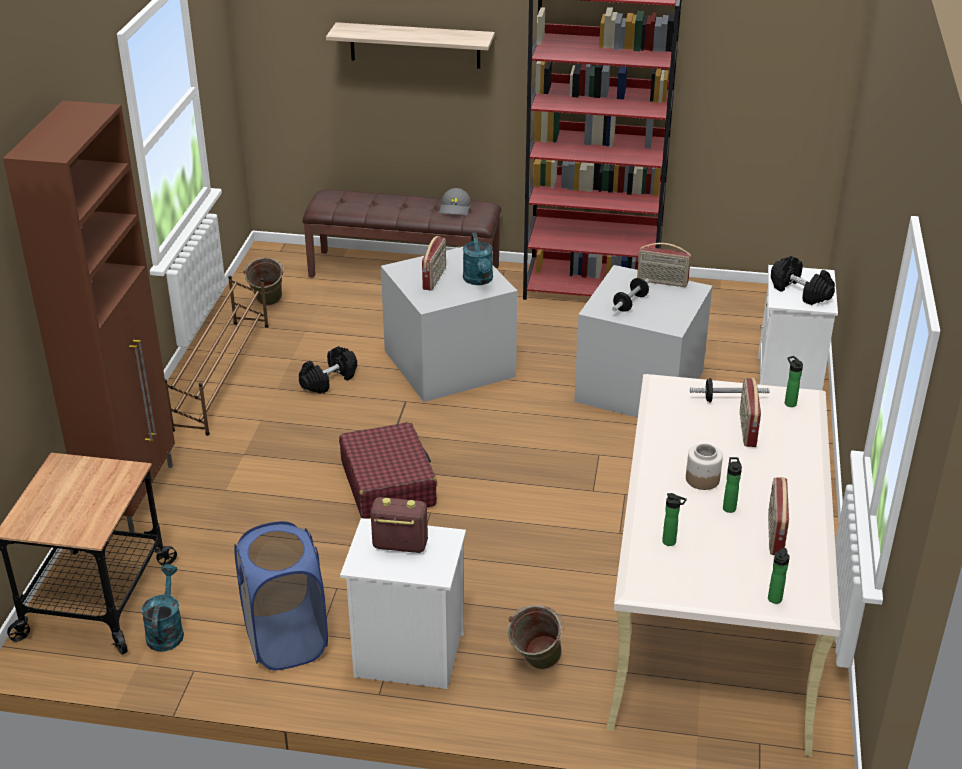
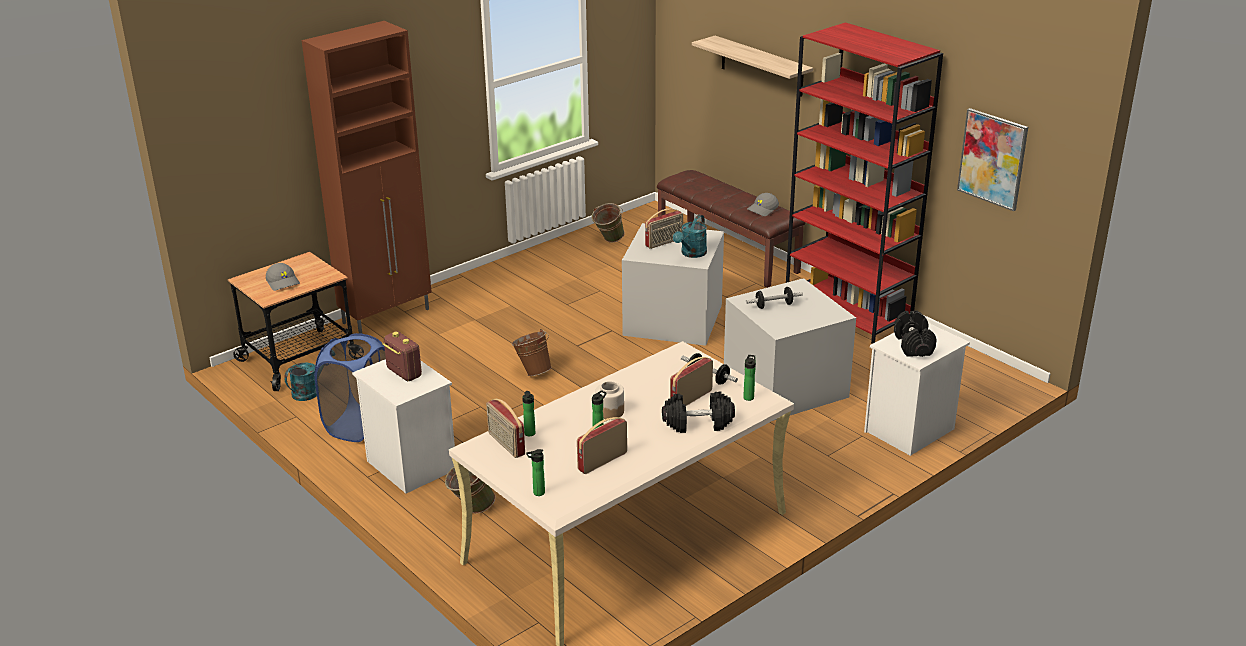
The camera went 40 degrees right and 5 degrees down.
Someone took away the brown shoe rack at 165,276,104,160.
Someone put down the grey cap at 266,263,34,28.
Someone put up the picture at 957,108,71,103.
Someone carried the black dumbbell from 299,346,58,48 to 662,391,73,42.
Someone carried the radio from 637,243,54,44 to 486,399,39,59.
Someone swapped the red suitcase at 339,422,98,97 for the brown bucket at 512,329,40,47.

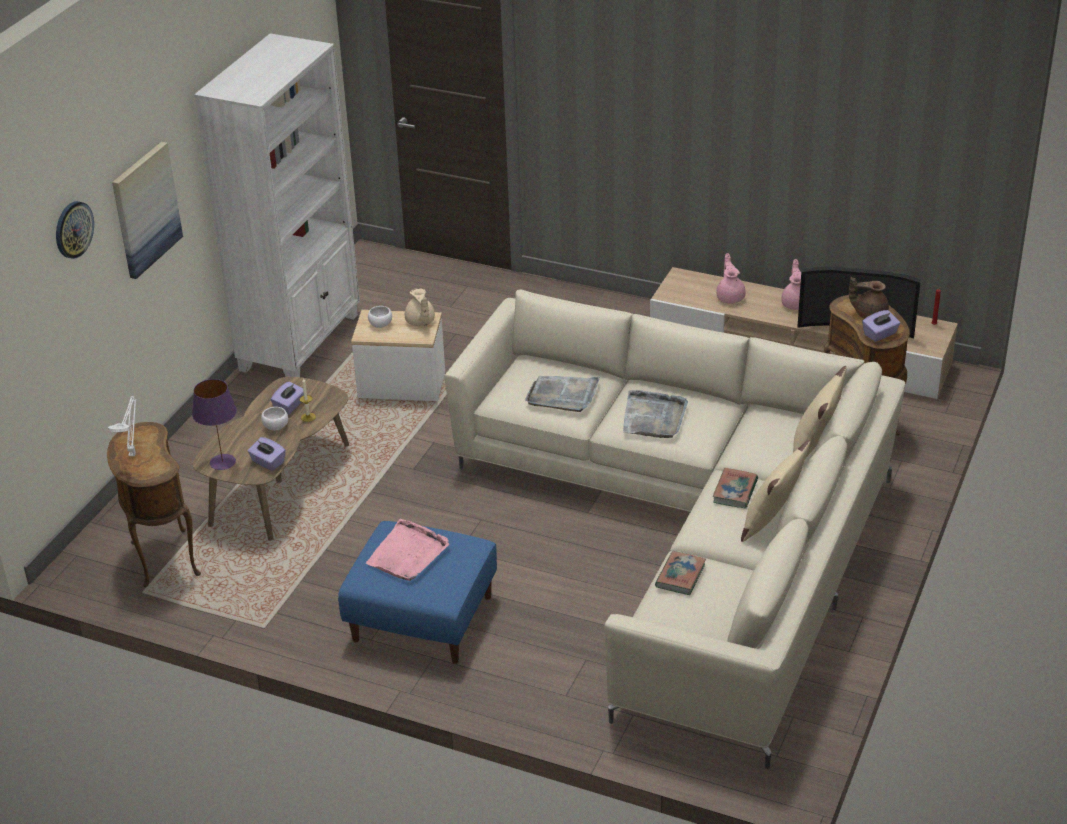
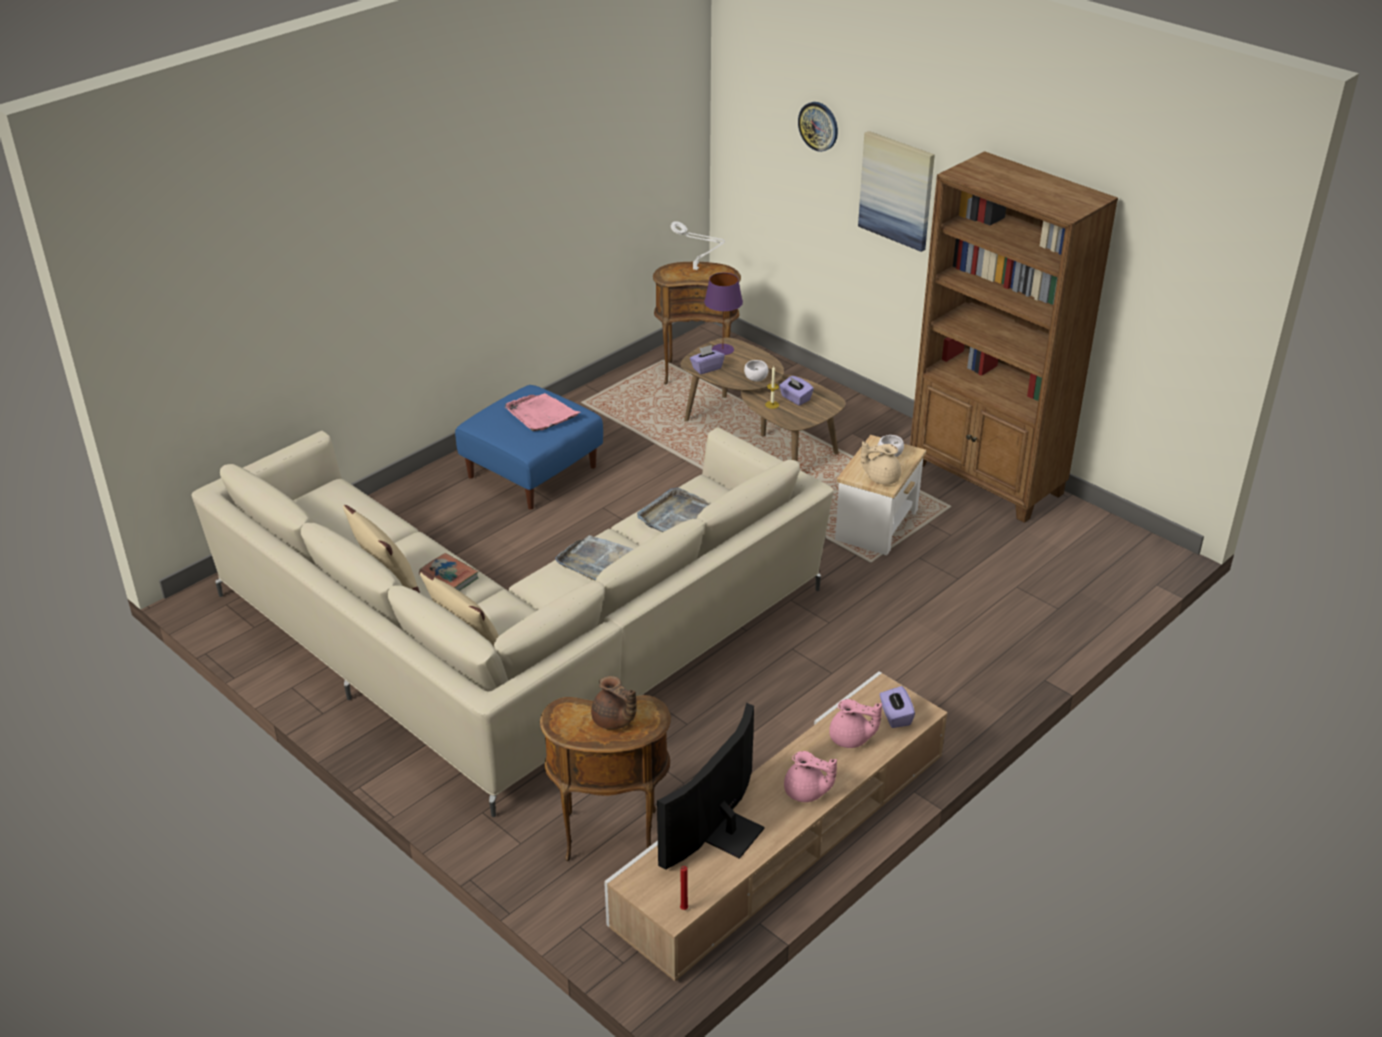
The camera went 110 degrees right and 0 degrees up.
Someone took away the book at 655,551,51,44.
Someone carried the purple tissue box from 862,310,38,32 to 879,686,36,42.
Someone repainted the white bookcase at 194,33,166,344, which became the brown bookcase at 910,151,208,372.
Someone rotated the brown teapot at 849,277,40,42 by 105 degrees clockwise.

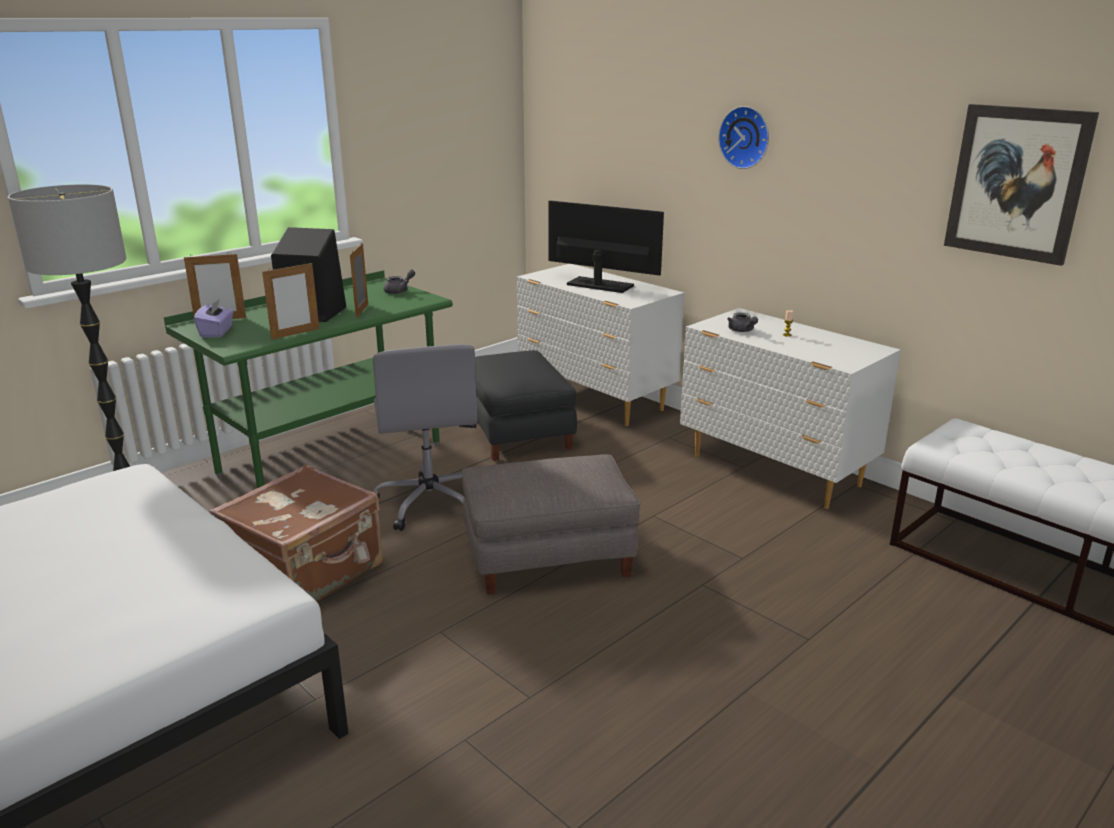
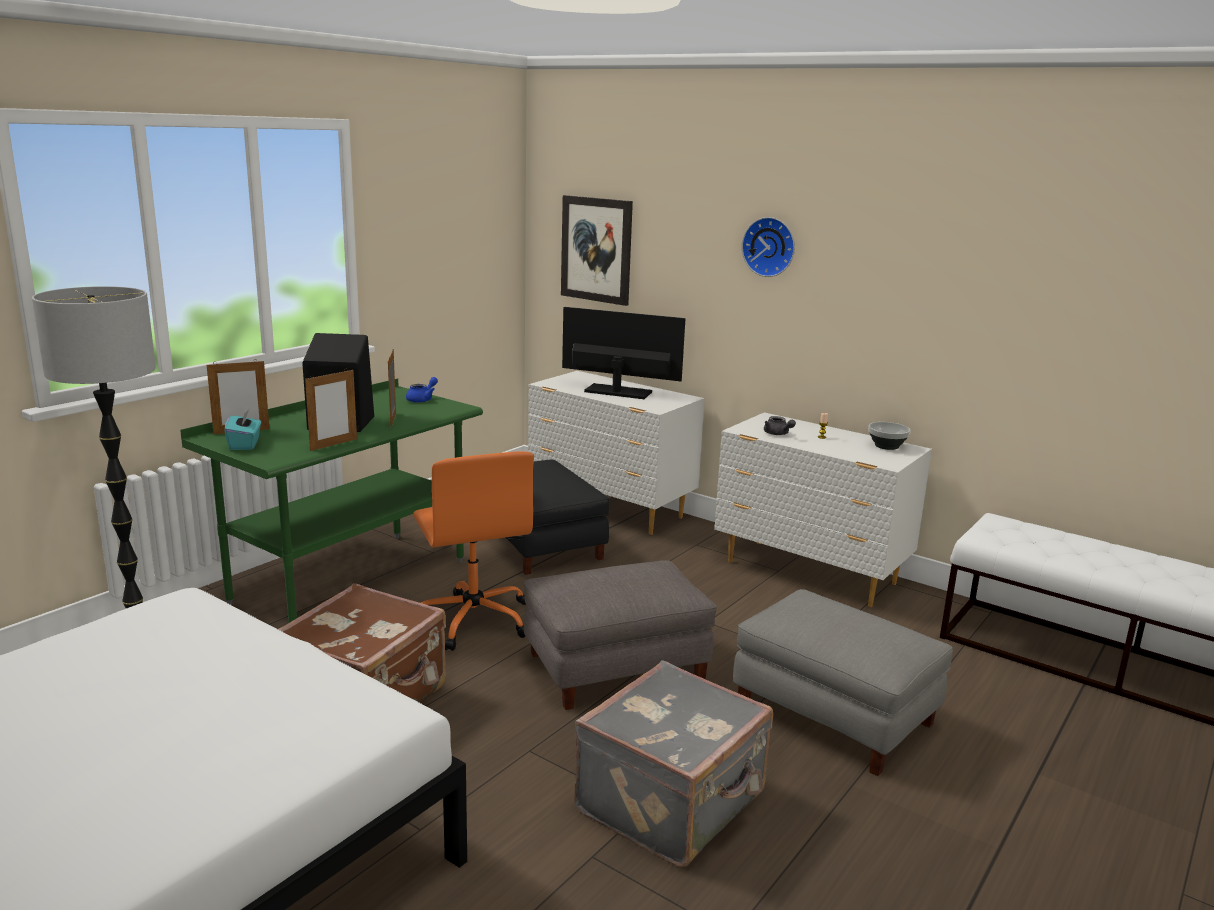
The camera went 10 degrees left and 5 degrees down.
Someone put down the grey suitcase at 574,660,199,207.
Someone put down the grey ottoman at 733,589,220,187.
Someone put down the bowl at 868,422,43,28.
Someone carried the picture from 944,104,155,162 to 561,195,72,111.
Someone repainted the purple tissue box at 194,299,40,38, which became the turquoise tissue box at 224,409,37,41.
Someone repainted the grey office chair at 373,344,104,187, which became the orange office chair at 413,451,121,200.
Someone repainted the grey teapot at 384,269,31,25, which became the blue teapot at 406,377,32,26.

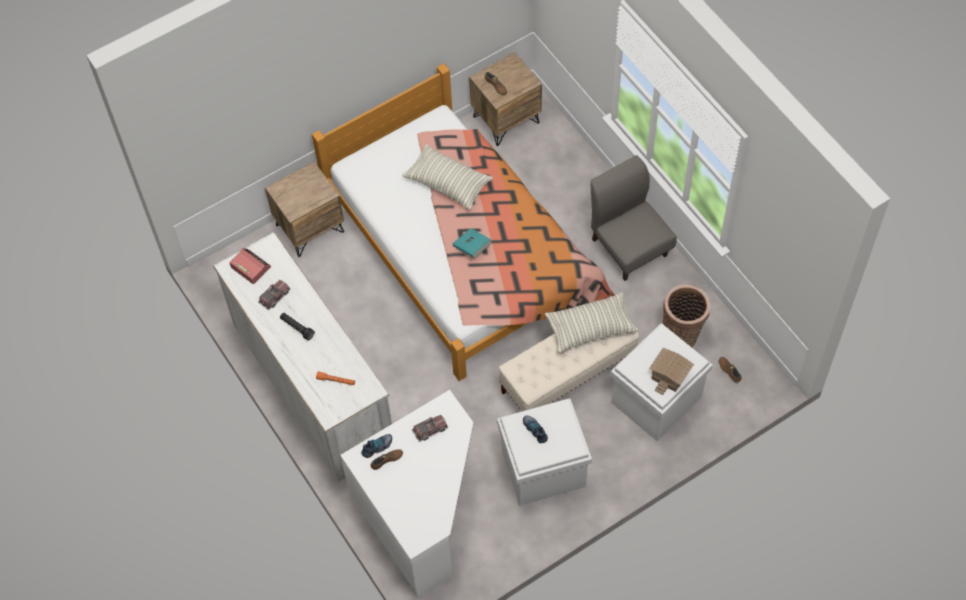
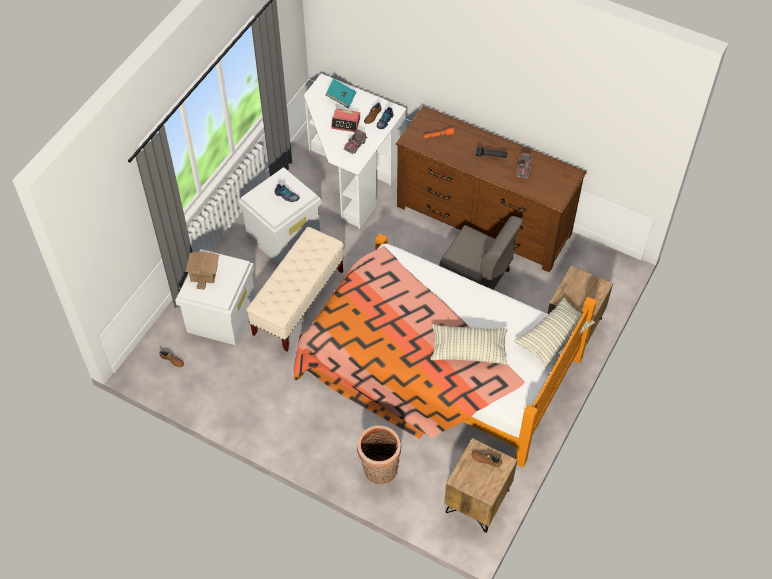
The camera went 150 degrees right and 5 degrees down.
Someone carried the alarm clock from 230,248,41,36 to 331,108,29,24.
Someone carried the turquoise book from 453,228,39,30 to 325,79,32,29.
Someone carried the pillow from 545,292,93,61 to 515,298,80,69.
Someone carried the grey chair from 591,155,86,126 to 439,216,84,74.
Someone carried the basket from 663,285,47,62 to 357,425,44,60.
Someone repainted the white dresser at 213,232,179,250, which became the brown dresser at 396,106,191,167.

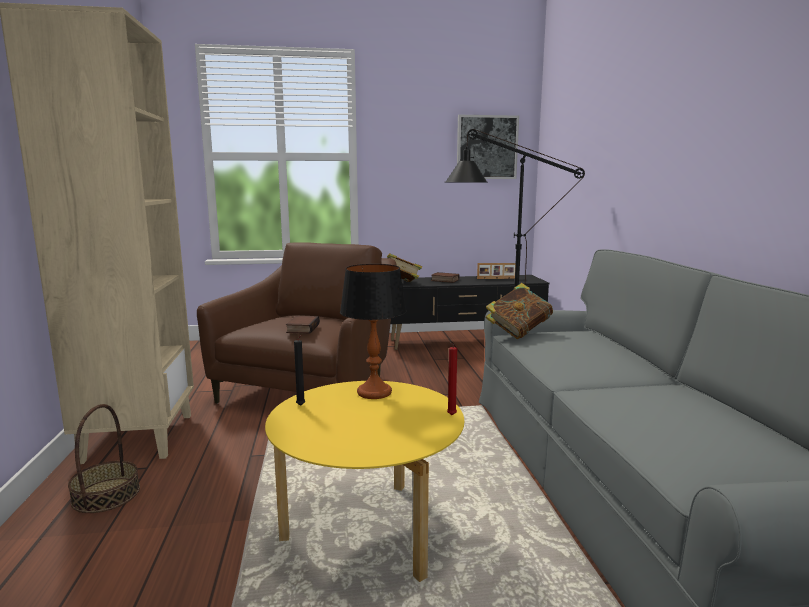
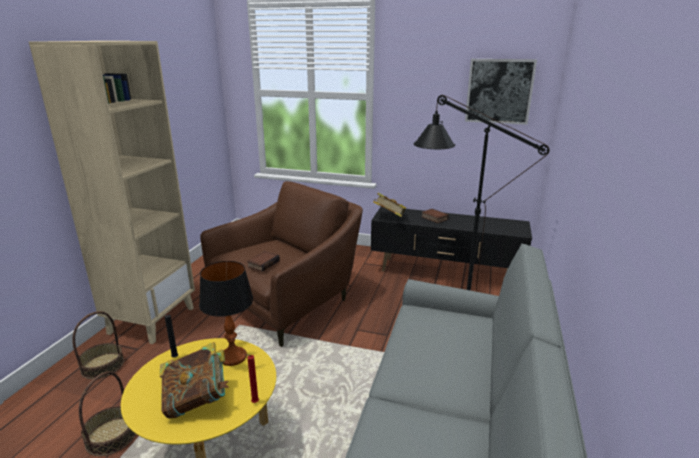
The camera went 25 degrees right and 10 degrees up.
Someone took away the picture frame at 477,263,39,16.
Someone put down the basket at 79,371,57,85.
Someone carried the book from 486,283,67,56 to 160,342,69,77.

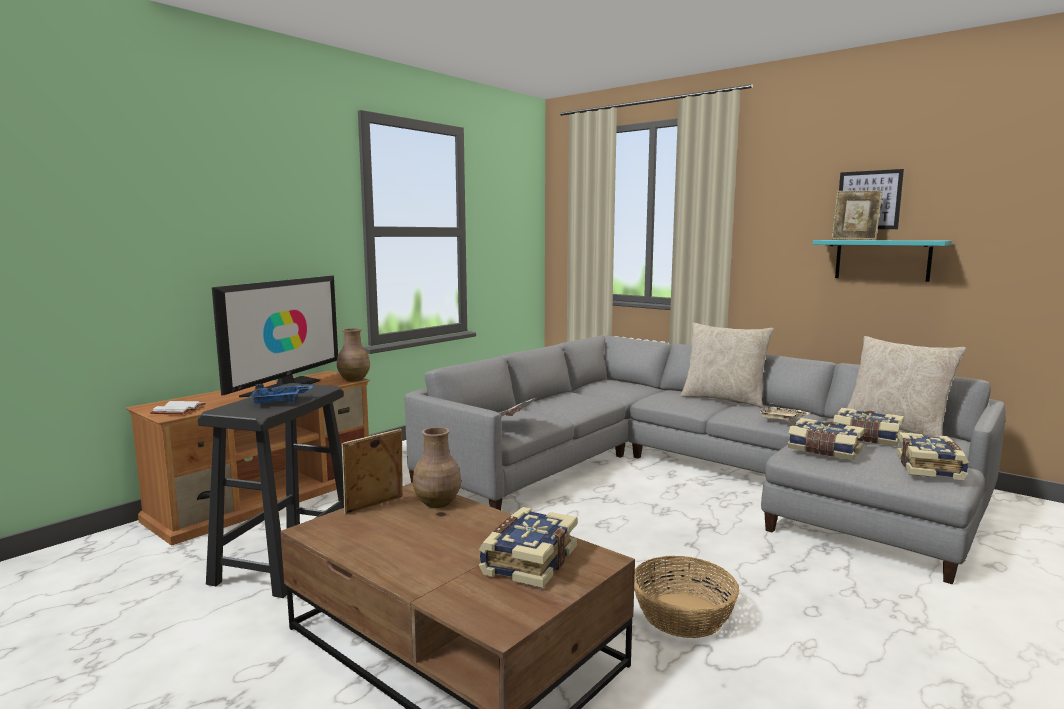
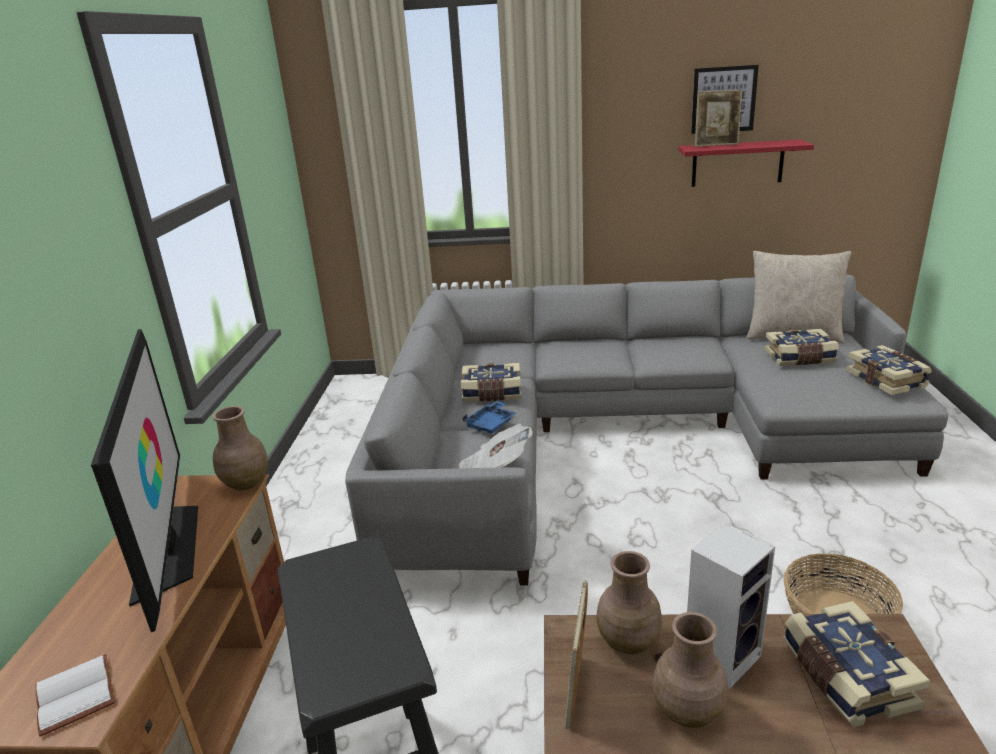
The camera went 35 degrees left and 15 degrees up.
Someone took away the beige pillow at 681,323,93,85.
Someone took away the beige tray at 759,403,51,19.
Someone put down the brown vase at 653,612,75,116.
Someone put down the speaker at 687,523,88,166.
Someone carried the blue tray from 249,384,64,20 to 462,401,54,32.
Someone carried the book from 788,418,77,42 to 461,363,60,39.
Someone repainted the turquoise shelf at 812,240,140,42, which became the red shelf at 678,139,136,48.

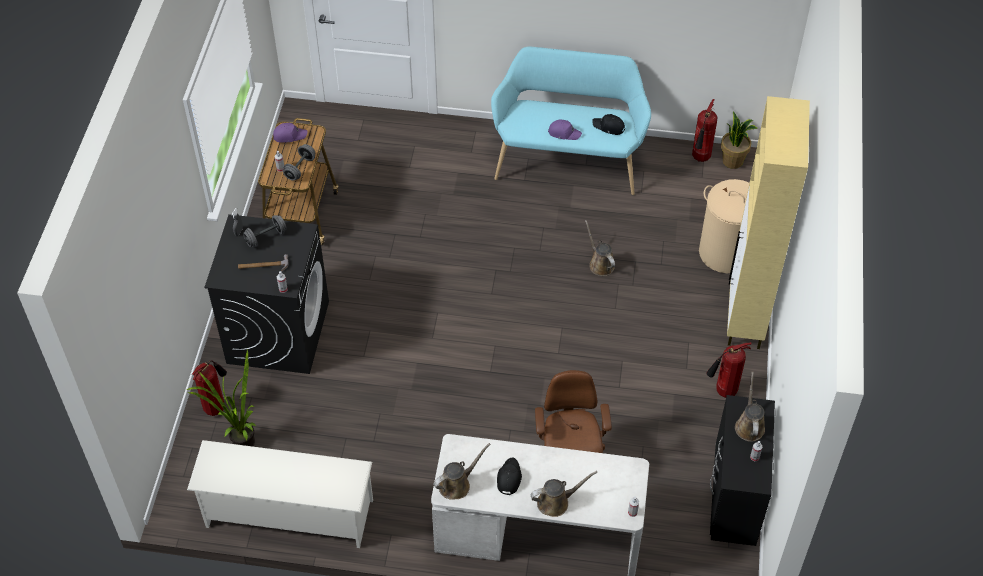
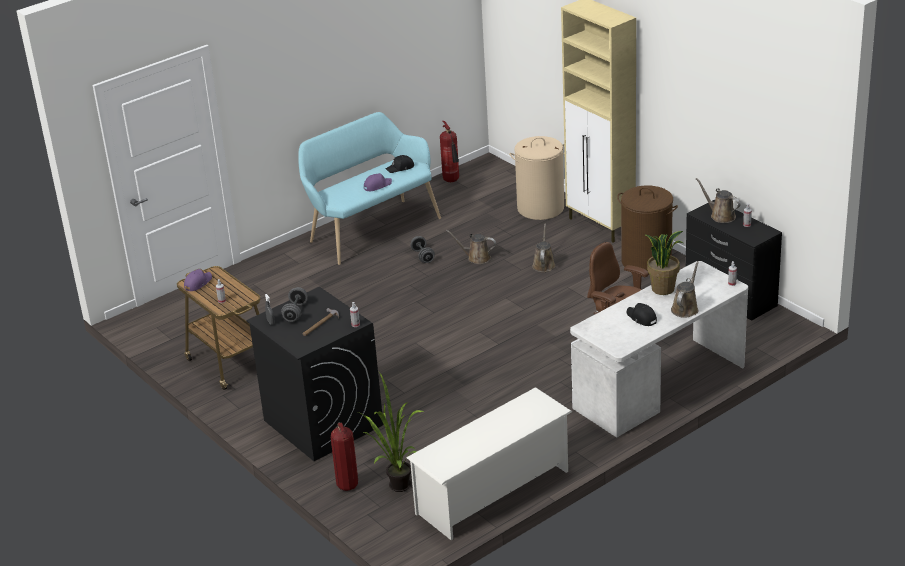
The camera went 45 degrees left and 20 degrees down.
Someone carried the grey dumbbell from 283,144,32,37 to 410,236,25,27.
Someone carried the brown watering can from 433,443,58,56 to 532,224,23,48.
Someone carried the potted plant from 721,111,37,58 to 646,231,37,64.
Someone swapped the fire extinguisher at 706,342,46,56 for the brown laundry basket at 617,186,61,85.

